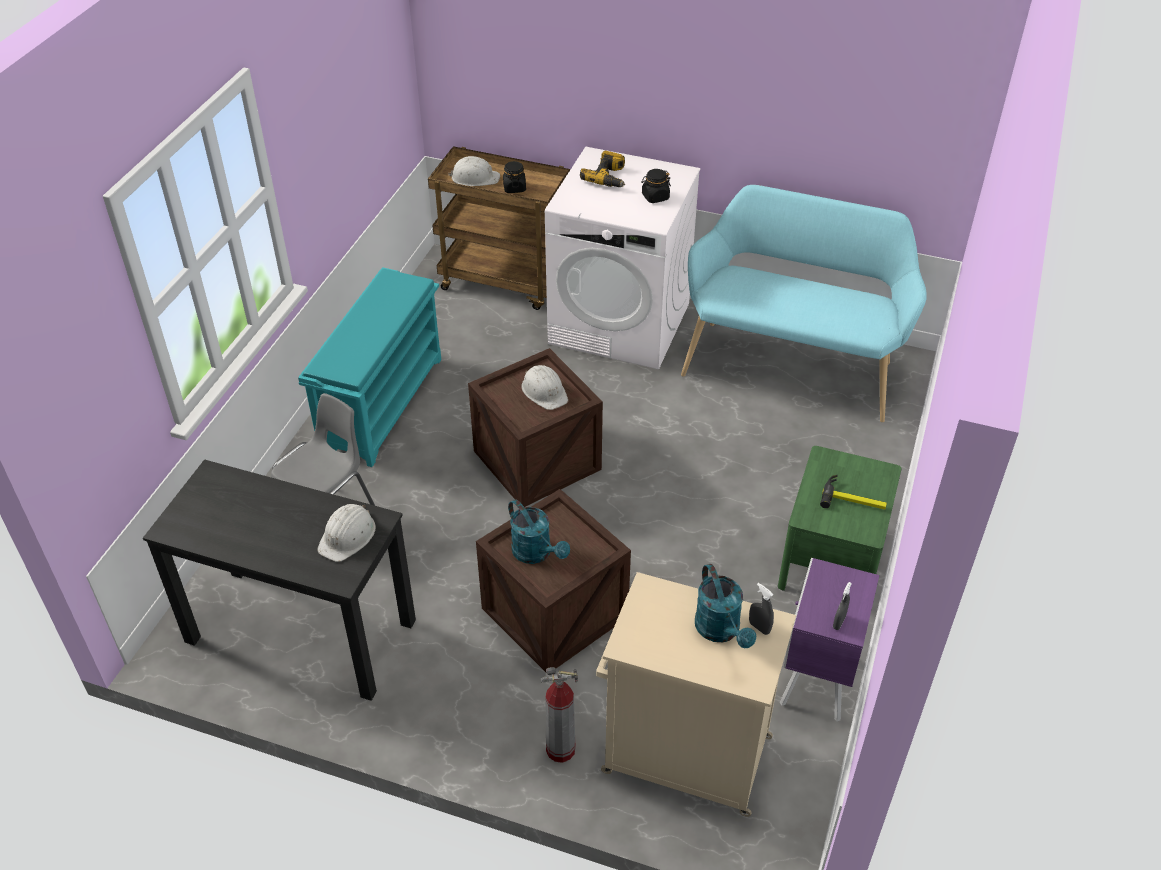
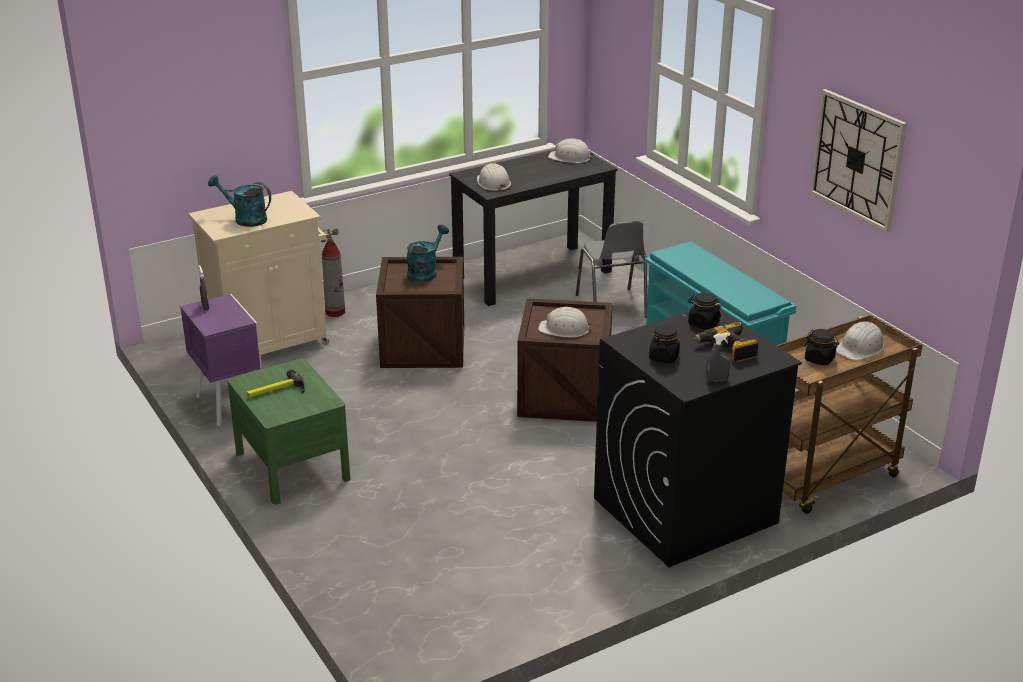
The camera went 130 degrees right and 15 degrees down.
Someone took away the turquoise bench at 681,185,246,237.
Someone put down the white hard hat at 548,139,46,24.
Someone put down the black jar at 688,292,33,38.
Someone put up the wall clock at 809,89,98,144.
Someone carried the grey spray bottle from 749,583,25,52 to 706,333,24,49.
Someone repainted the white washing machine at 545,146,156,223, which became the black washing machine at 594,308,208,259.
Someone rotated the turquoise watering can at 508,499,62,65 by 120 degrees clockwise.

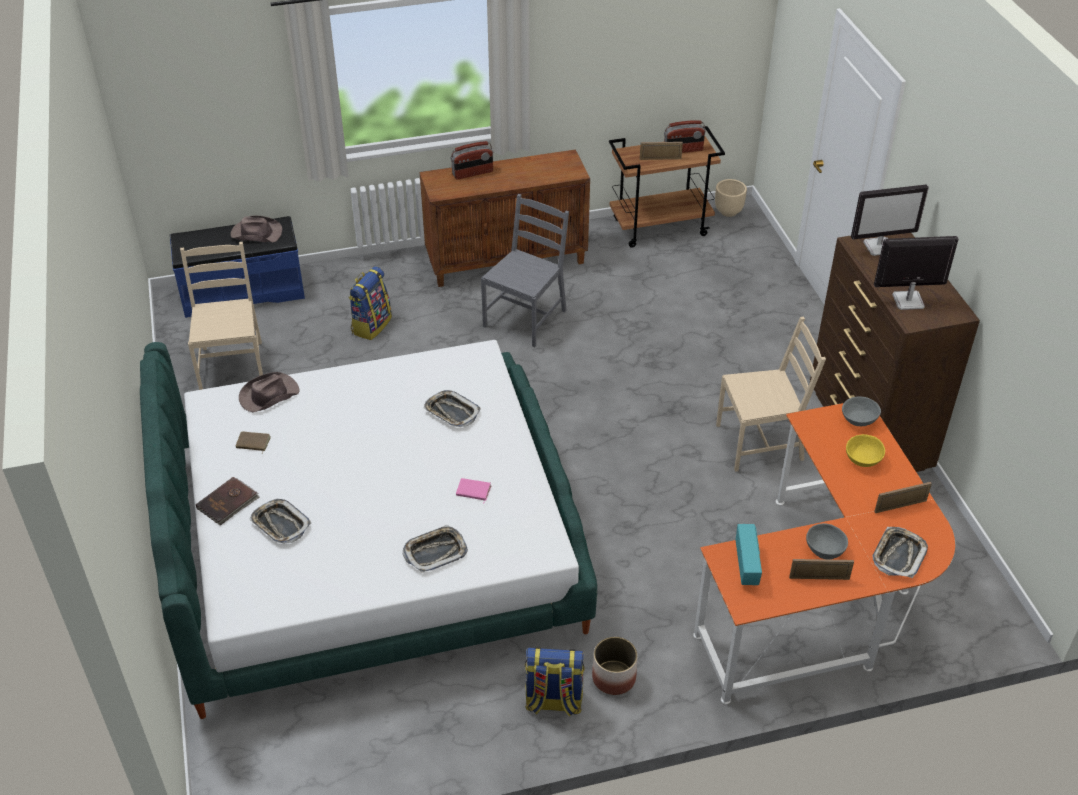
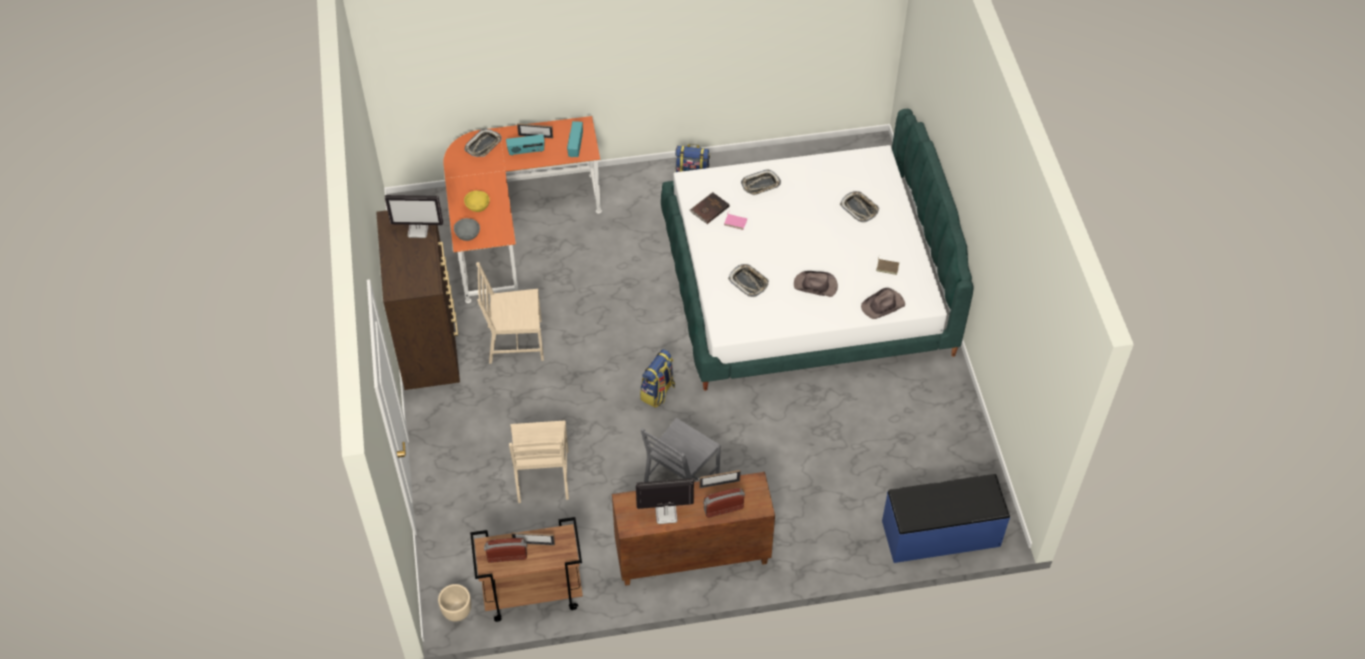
The camera went 175 degrees left and 10 degrees up.
Someone took away the planter at 592,637,46,58.
Someone carried the beige chair from 180,242,83,148 to 509,420,60,83.
Someone carried the brown book from 196,477,63,49 to 689,192,41,32.
Someone carried the brown hat from 231,216,51,27 to 794,271,44,26.
Someone carried the backpack from 349,266,43,74 to 640,349,35,59.
Someone carried the monitor from 851,184,78,72 to 636,478,58,46.
Someone carried the picture frame from 874,482,58,31 to 699,470,42,18.
Someone swapped the grey bowl at 806,523,42,36 for the radio at 506,134,39,22.

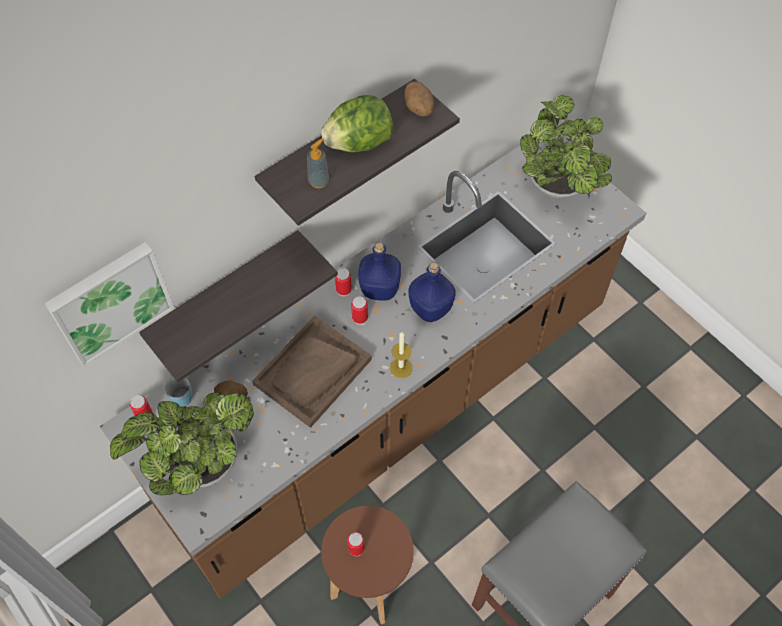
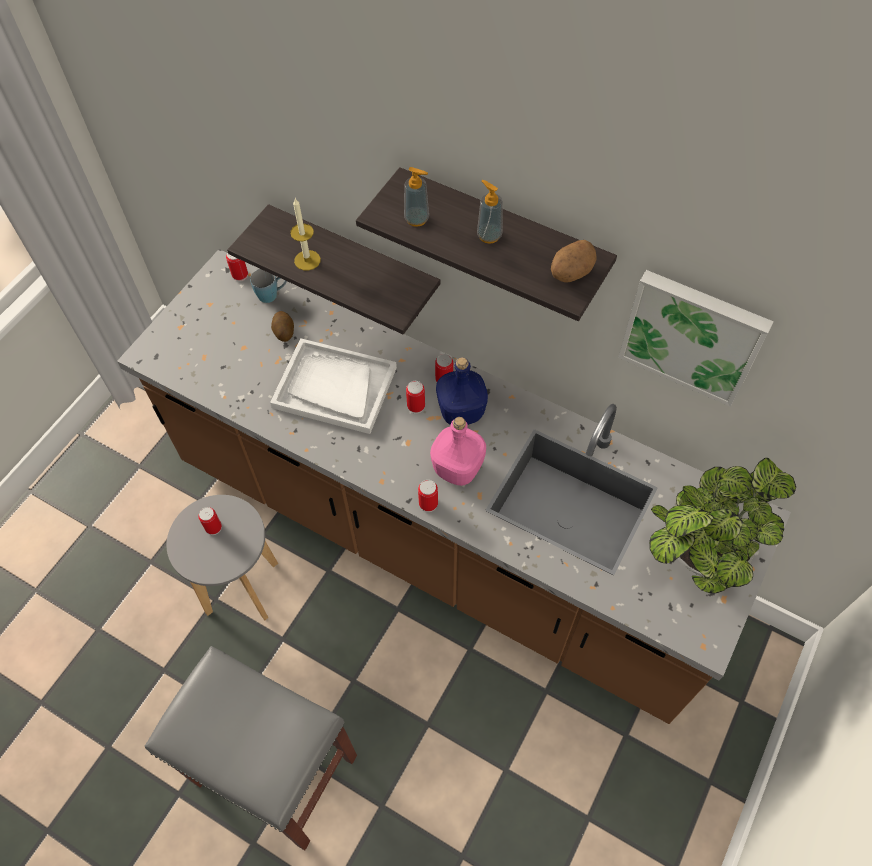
The camera went 70 degrees right and 0 degrees up.
Someone took away the potted plant at 110,392,144,103.
Someone put down the can at 418,480,20,32.
Someone carried the picture from 45,242,130,125 to 618,270,156,137.
Someone carried the candle from 390,332,23,46 to 290,198,31,73.
Someone swapped the lettuce at 321,95,72,57 for the soap dispenser at 477,180,26,64.
Someone repainted the brown tray at 252,316,120,112, which became the white tray at 270,338,127,96.
Someone repainted the brown stool at 321,506,93,118, which became the grey stool at 167,495,111,125.
Someone repainted the blue bottle at 409,262,47,60, which became the pink bottle at 430,417,56,69.

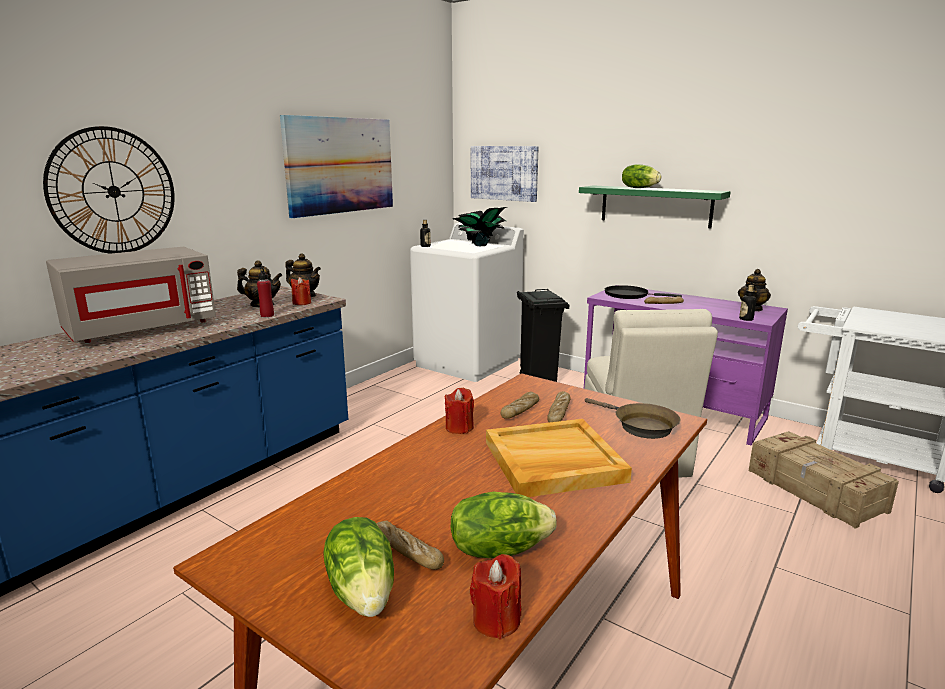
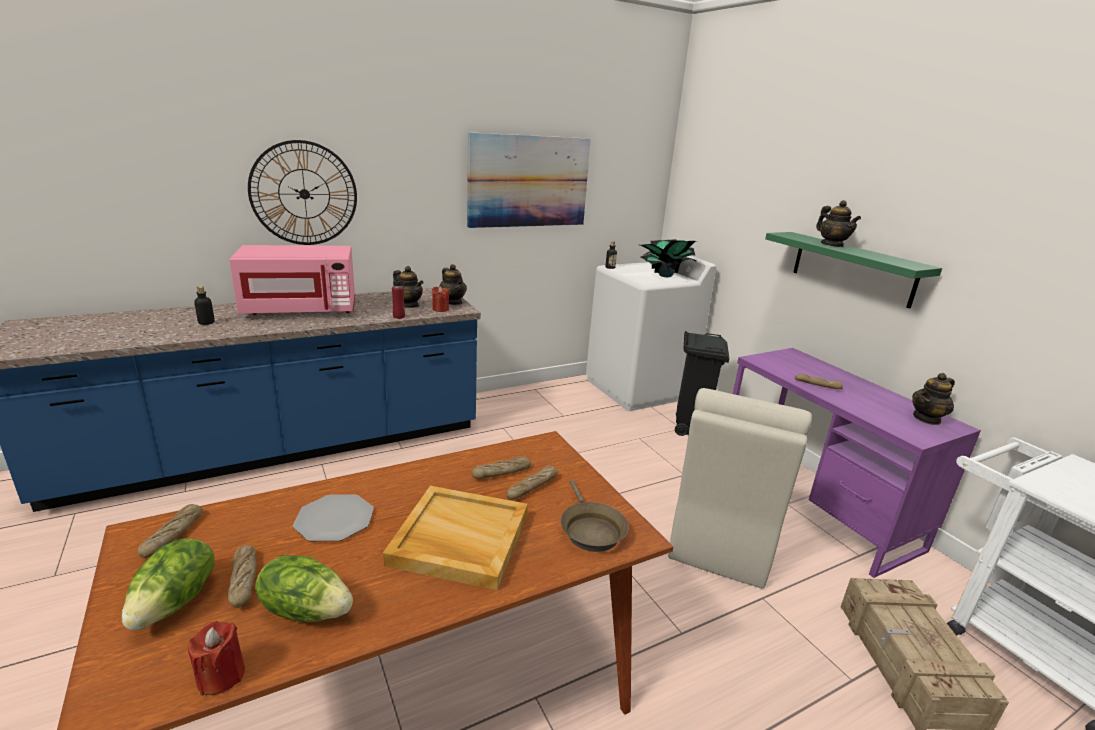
The camera went 25 degrees right and 5 degrees up.
Someone took away the red candle at 444,388,30,46.
Someone took away the picture at 471,146,68,56.
Someone took away the black frying pan at 605,285,77,14.
Someone put down the bread at 138,504,65,54.
Someone put down the plate at 293,495,81,46.
Someone carried the bottle from 739,285,18,36 to 194,286,21,39.
Someone swapped the lettuce at 622,164,39,24 for the teapot at 816,200,45,47.
Someone repainted the grey microwave at 46,247,170,96, which became the pink microwave at 229,245,126,70.

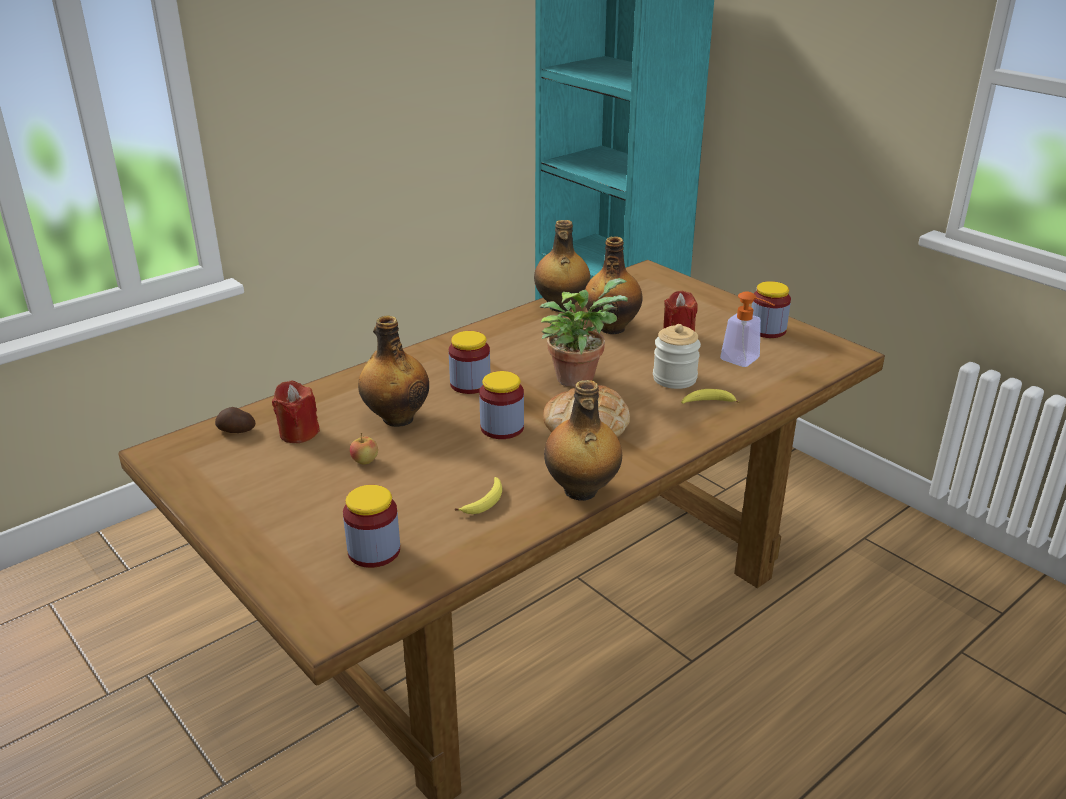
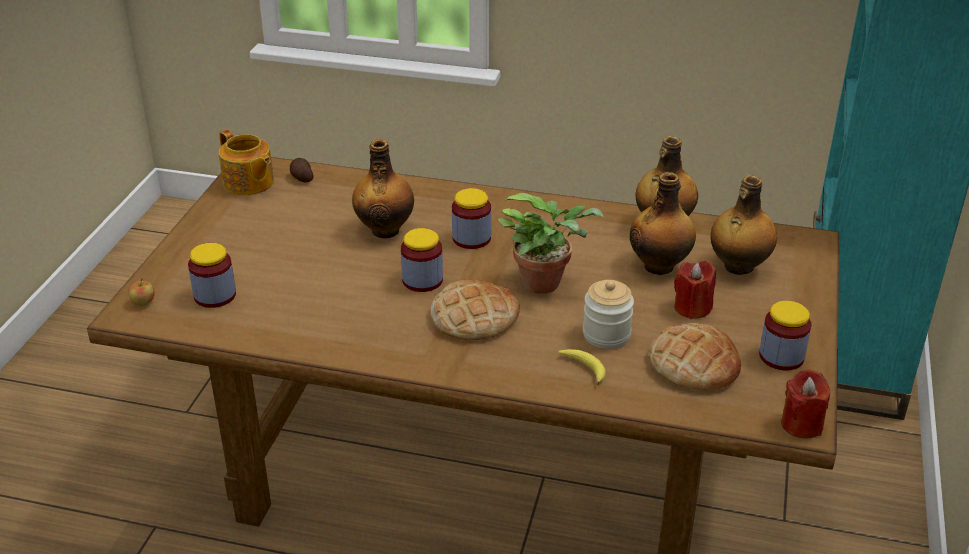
The camera went 55 degrees right and 5 degrees up.
Someone took away the banana at 455,477,47,37.
Someone put down the teapot at 219,129,55,67.
Someone carried the red candle from 272,380,48,63 to 781,370,49,69.
Someone carried the apple from 350,433,28,31 to 128,278,27,28.
Someone carried the bottle from 544,380,78,121 to 711,175,66,100.
Someone swapped the soap dispenser at 720,292,55,75 for the bread at 649,323,92,67.

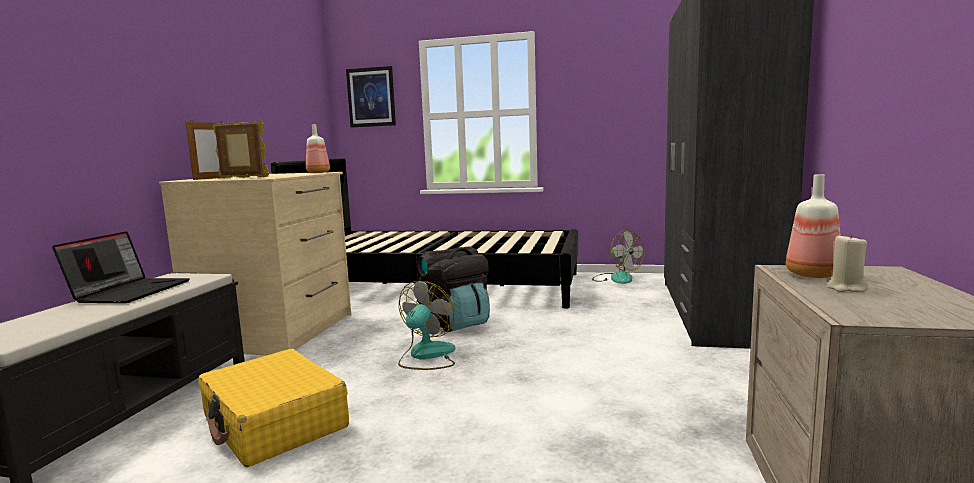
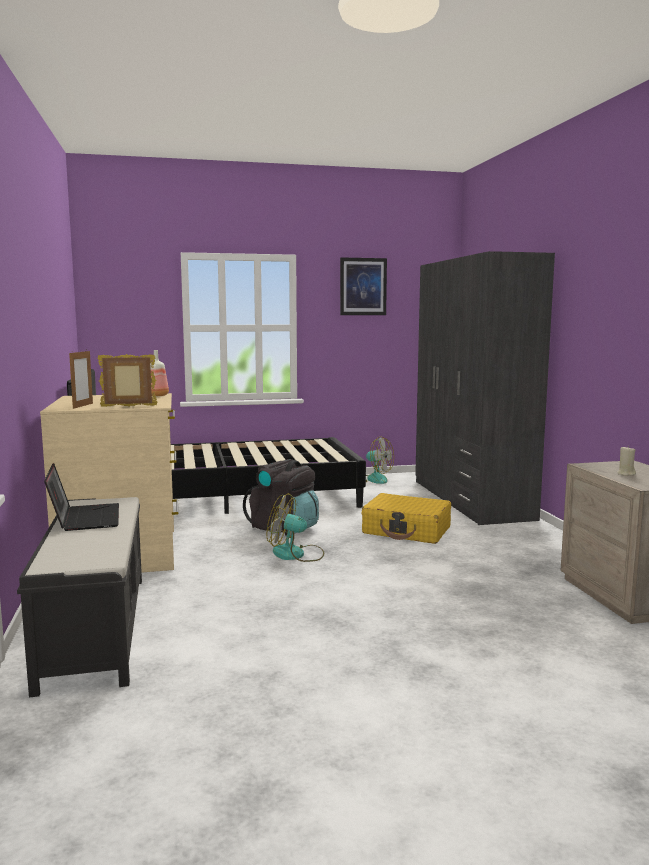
The camera went 25 degrees left and 0 degrees up.
Someone took away the bottle at 786,174,55,104.
Someone carried the yellow suitcase from 198,349,151,118 to 362,493,89,51.
Someone carried the picture from 346,66,50,61 to 340,257,47,58.
Someone rotated the fan at 398,281,57,89 by 75 degrees counterclockwise.

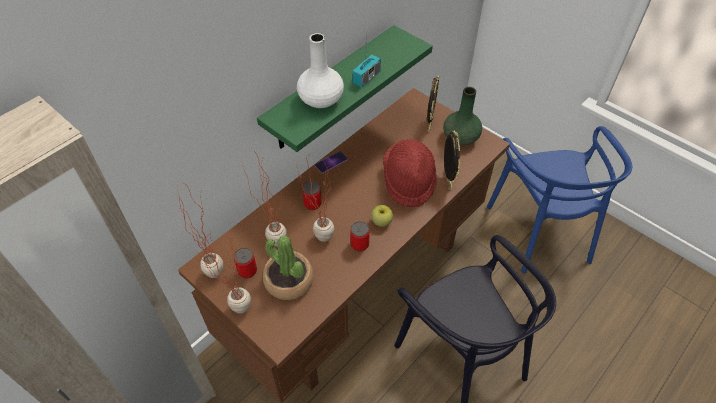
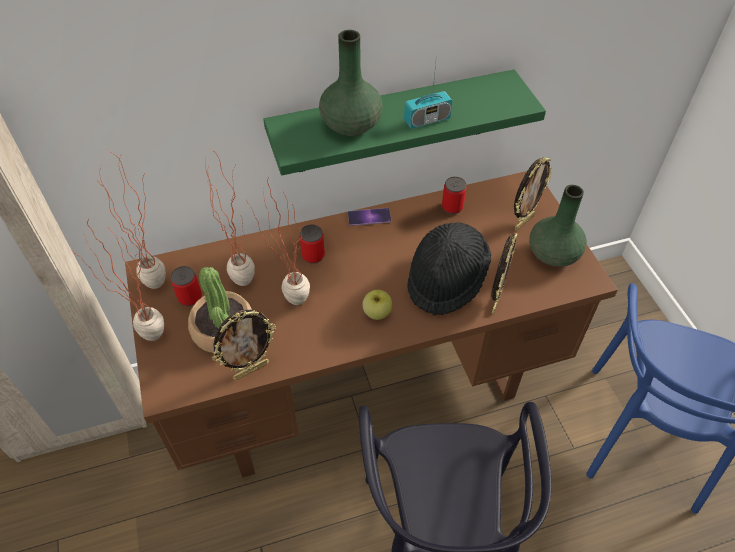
The camera went 30 degrees right and 0 degrees up.
Someone put down the picture frame at 212,310,64,70.
Someone carried the can from 350,221,20,31 to 442,177,24,37.
Someone repainted the white vase at 297,33,47,75, which became the green vase at 319,30,64,106.
Someone repainted the red hat at 383,139,54,68, which became the black hat at 407,223,84,93.

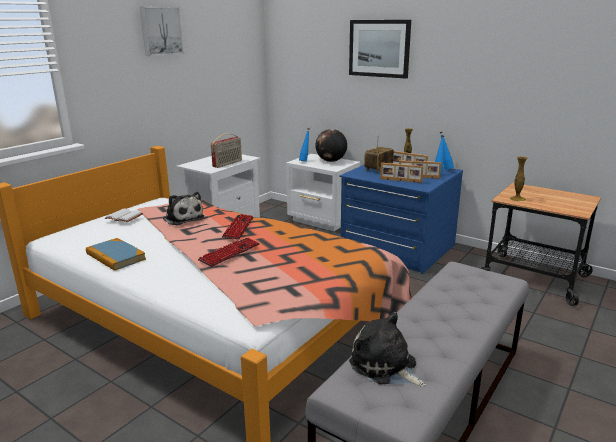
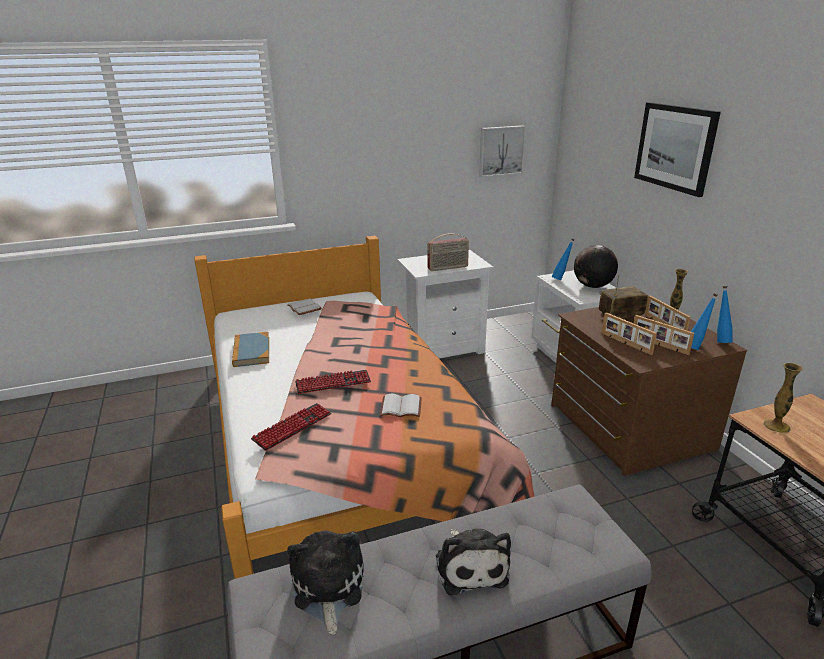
The camera went 35 degrees right and 5 degrees up.
Someone put down the white book at 380,394,42,23.
Someone carried the picture from 140,7,44,49 to 479,125,47,52.
Someone carried the plush toy from 163,192,41,34 to 436,529,75,66.
Someone carried the keyboard from 222,214,32,26 to 251,403,80,48.
Someone repainted the blue dresser at 339,165,124,109, which became the brown dresser at 551,307,196,169.

